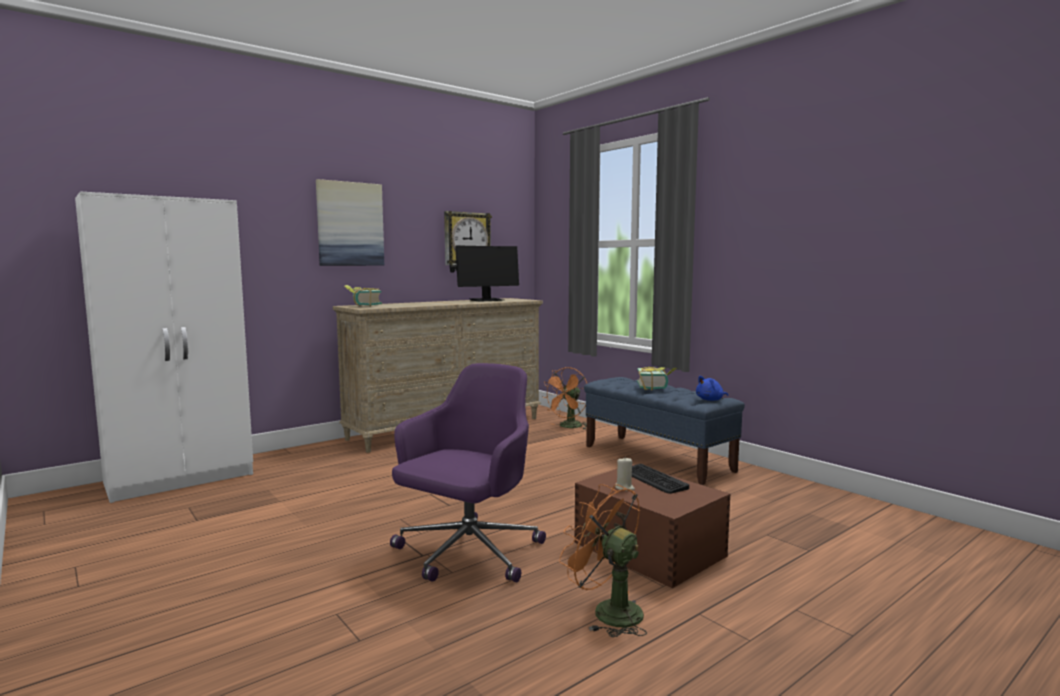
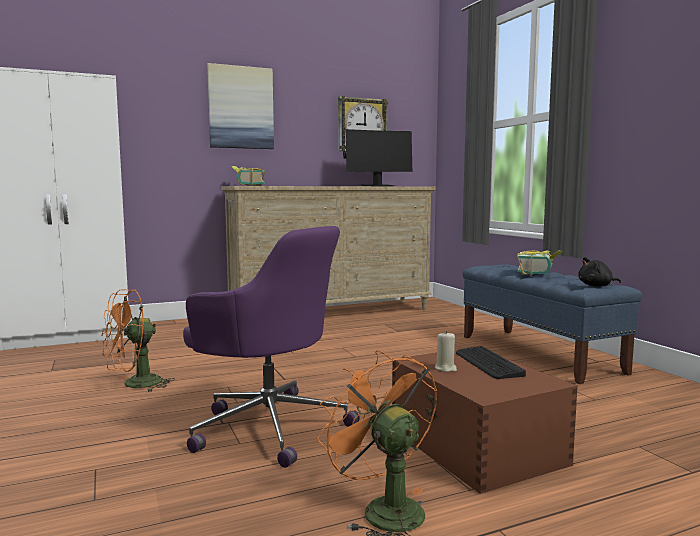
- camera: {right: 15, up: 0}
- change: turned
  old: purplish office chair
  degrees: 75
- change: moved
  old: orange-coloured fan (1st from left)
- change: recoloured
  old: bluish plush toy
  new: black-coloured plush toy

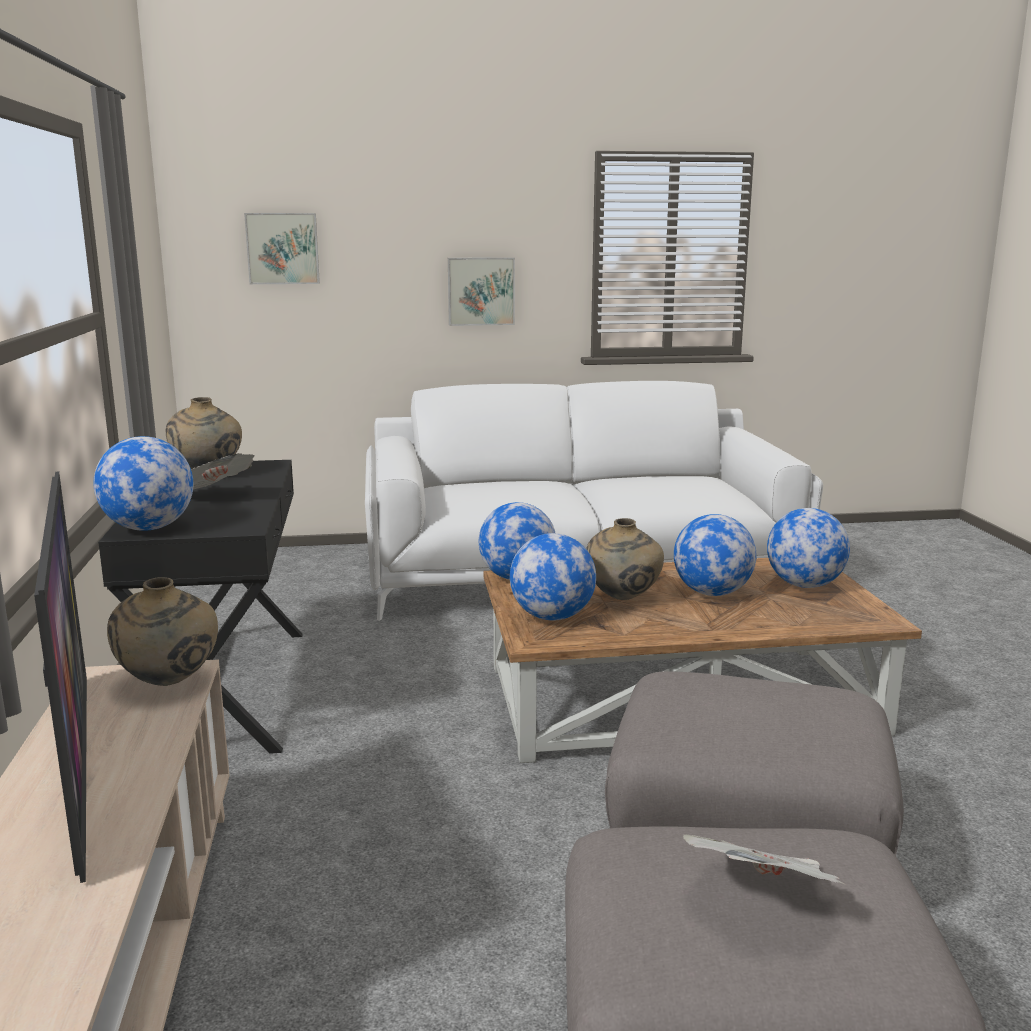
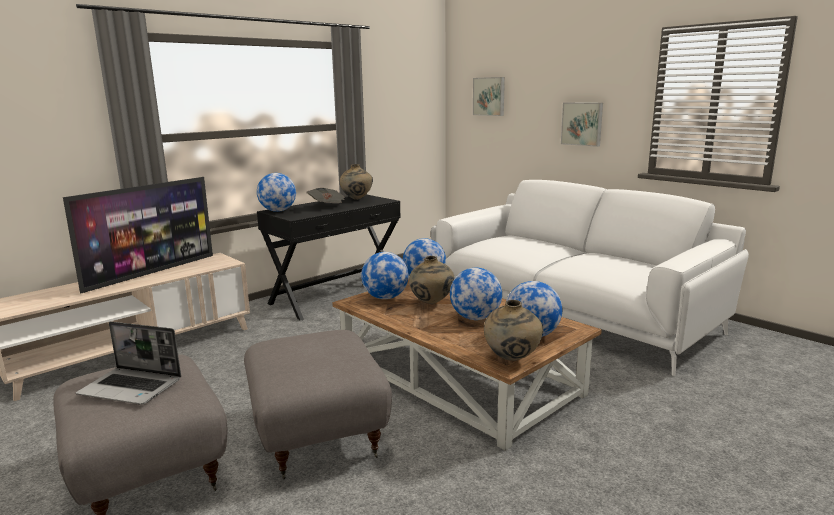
- camera: {right: 55, up: 0}
- change: moved
  old: beige decorative vase (1st from left in the first image)
  new: beige decorative vase (3rd from left)
- change: replaced
  old: daily paper (2nd from left)
  new: portable computer

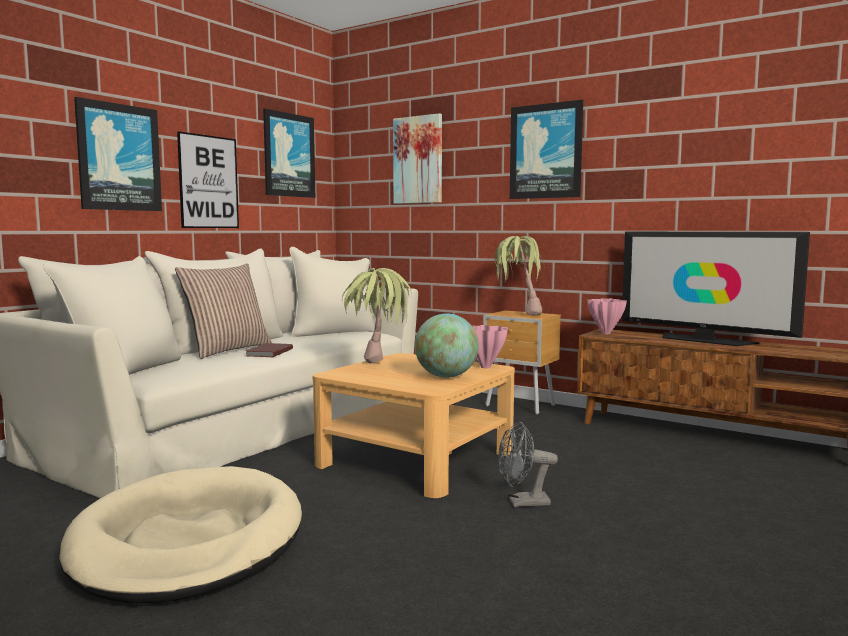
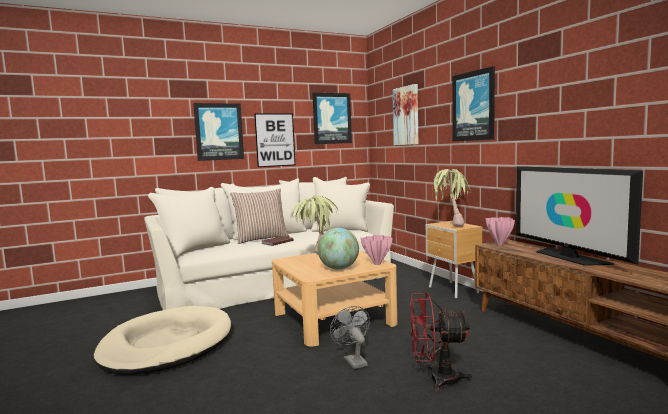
- camera: {right: 30, up: 0}
- change: turned
  old: gray fan
  degrees: 45
- change: added
  new: red fan

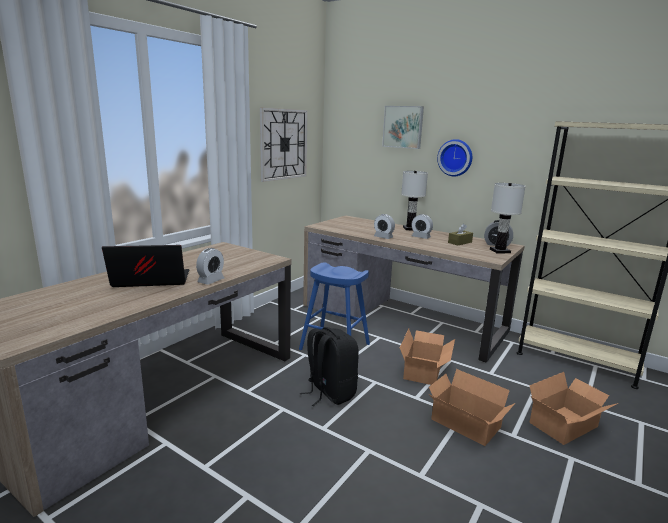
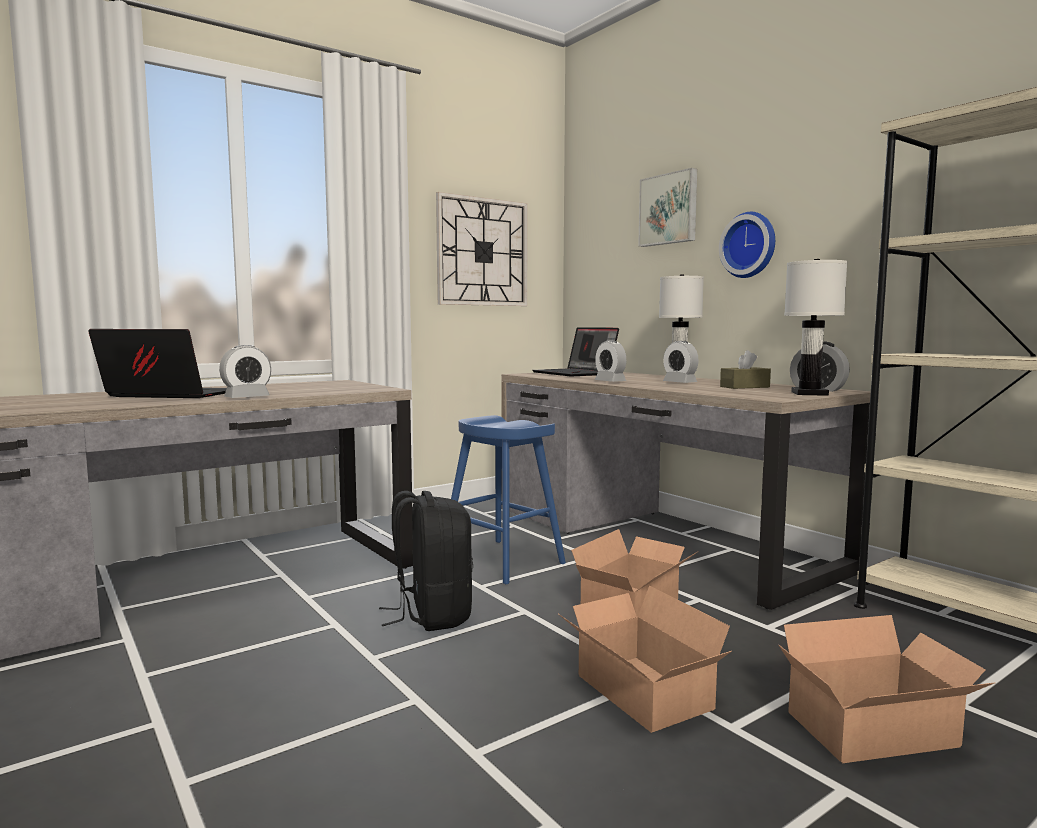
- camera: {right: 20, up: -10}
- change: added
  new: portable computer (2nd from left)

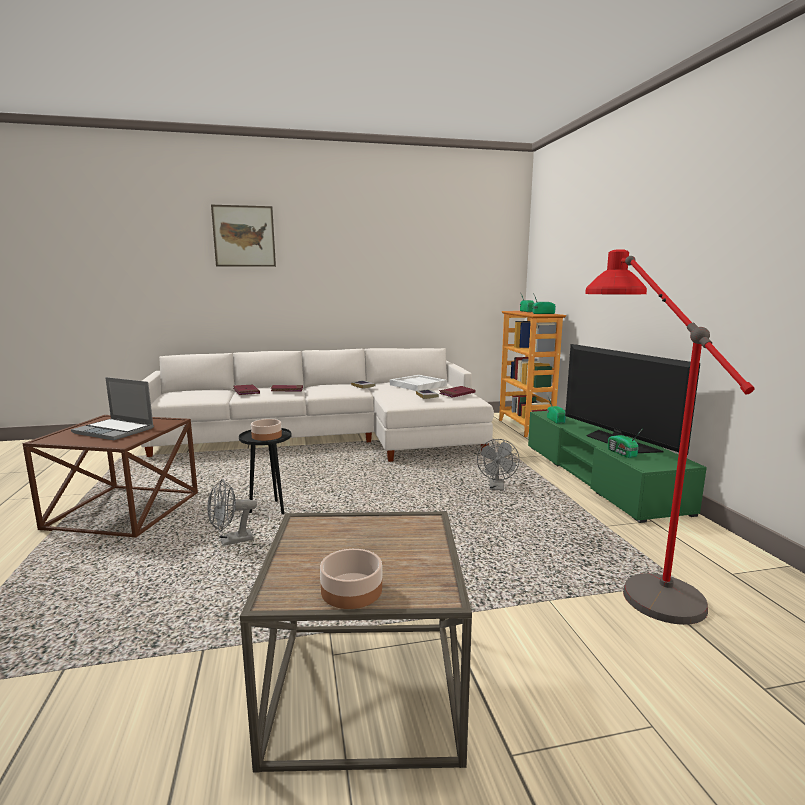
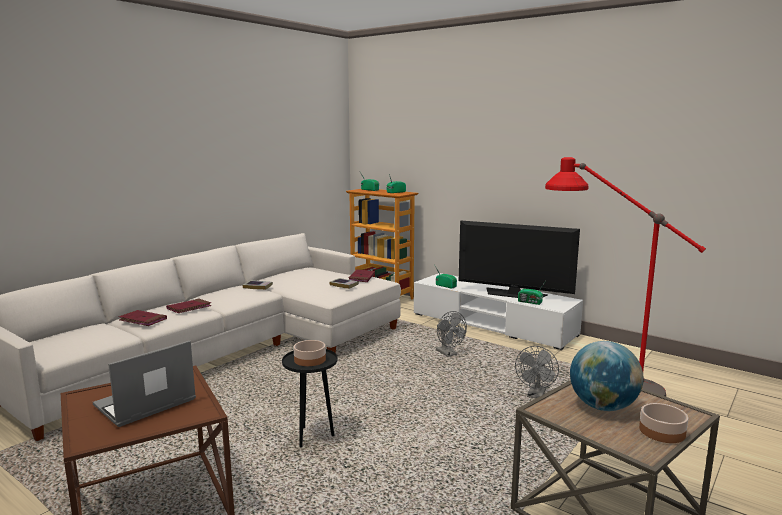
- camera: {right: -40, up: 0}
- change: turned
  old: portable computer
  degrees: 150
- change: moved
  old: gray fan (1st from left in the first image)
  new: gray fan (2nd from left)
- change: removed
  old: picture
- change: removed
  old: white-coloured carrying tray
- change: recoloured
  old: green-coloured media console
  new: white-coloured media console
- change: added
  new: globe

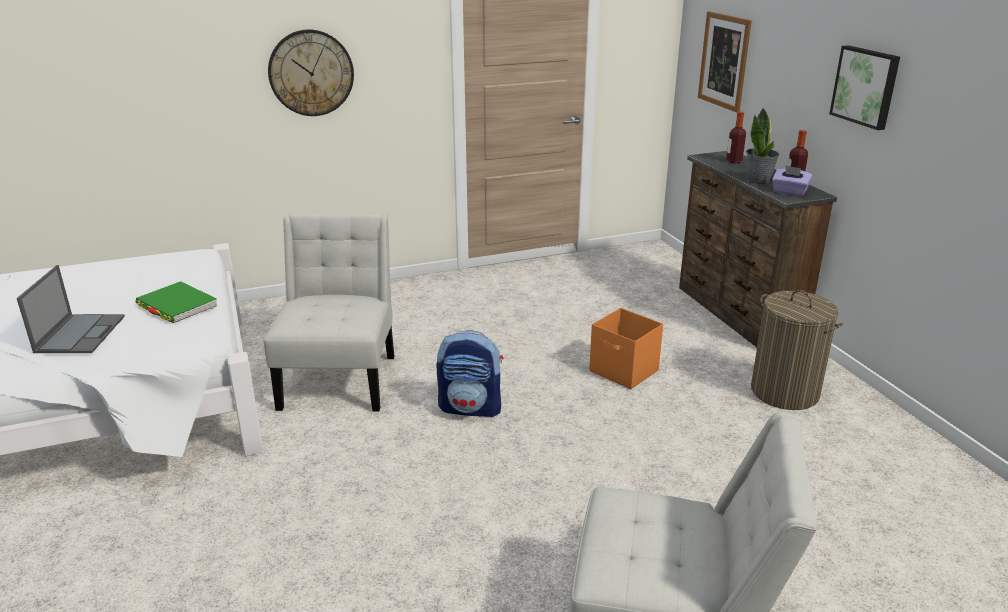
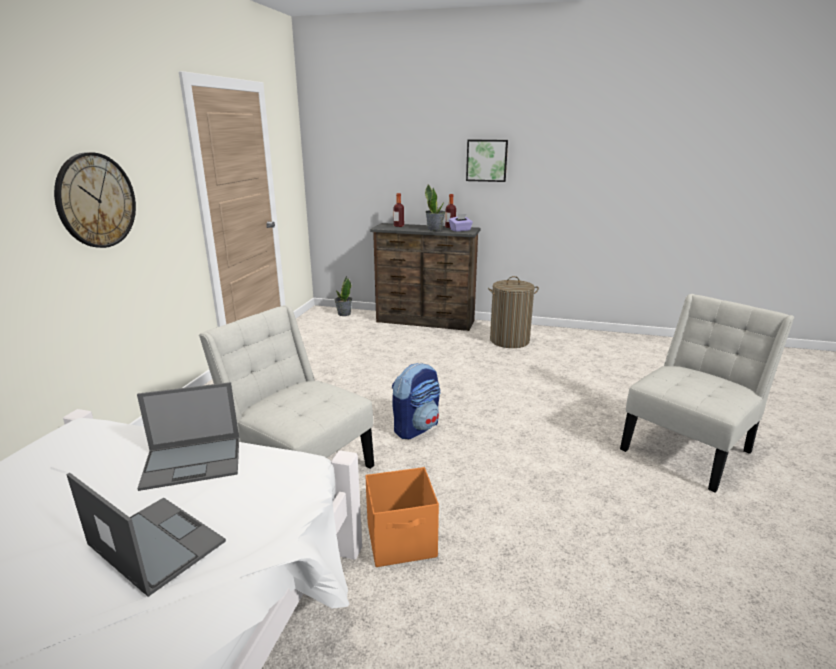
- camera: {right: -55, up: -5}
- change: replaced
  old: green-coloured bound book
  new: portable computer (2nd from left)
- change: moved
  old: orange-coloured storage container
- change: removed
  old: picture (1st from left)
- change: added
  new: potted plant (1st from left)

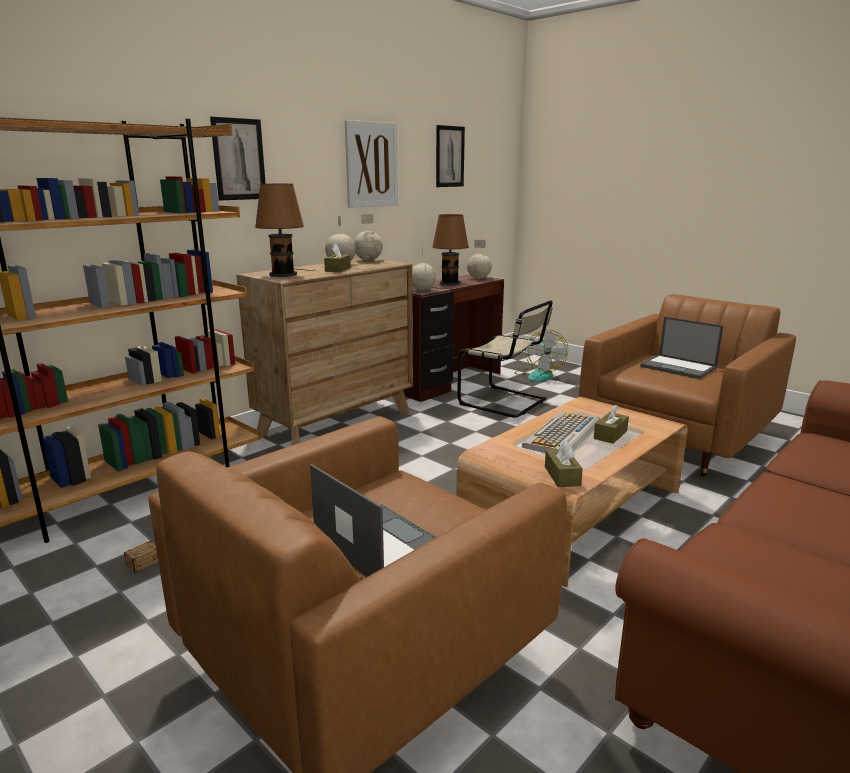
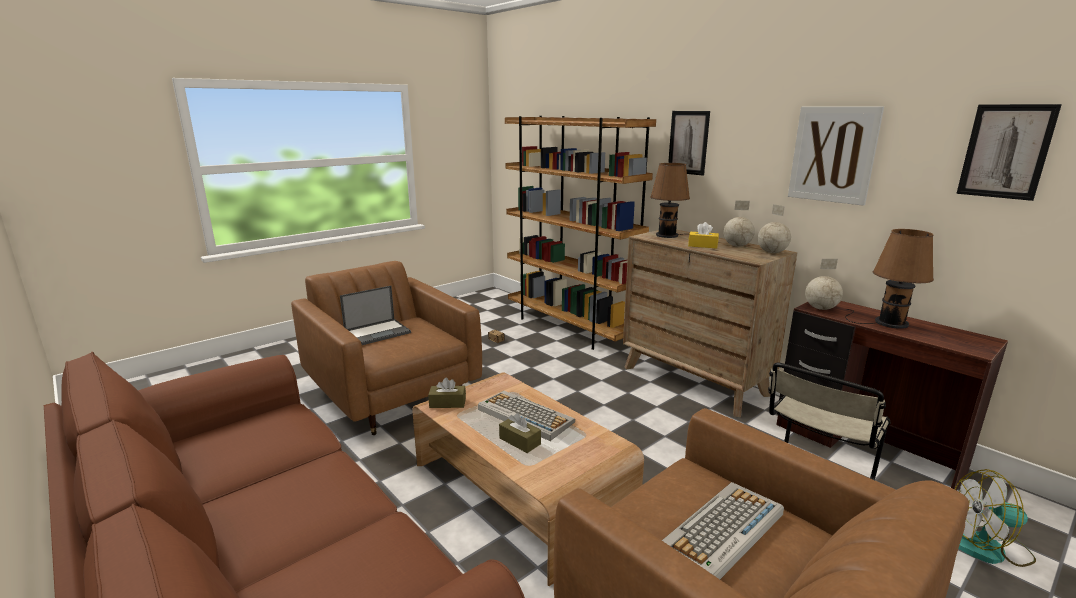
- camera: {right: 95, up: 0}
- change: recoloured
  old: brownish tissue box (1st from left)
  new: yellow tissue box
- change: removed
  old: globe (4th from left)
- change: replaced
  old: portable computer (2nd from left)
  new: PC keyboard (2nd from left)

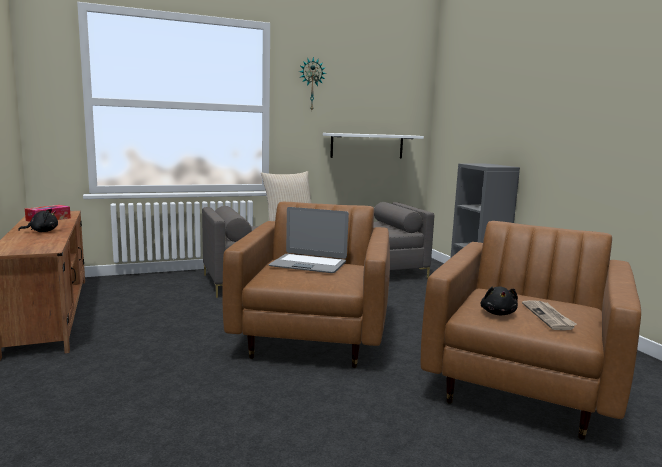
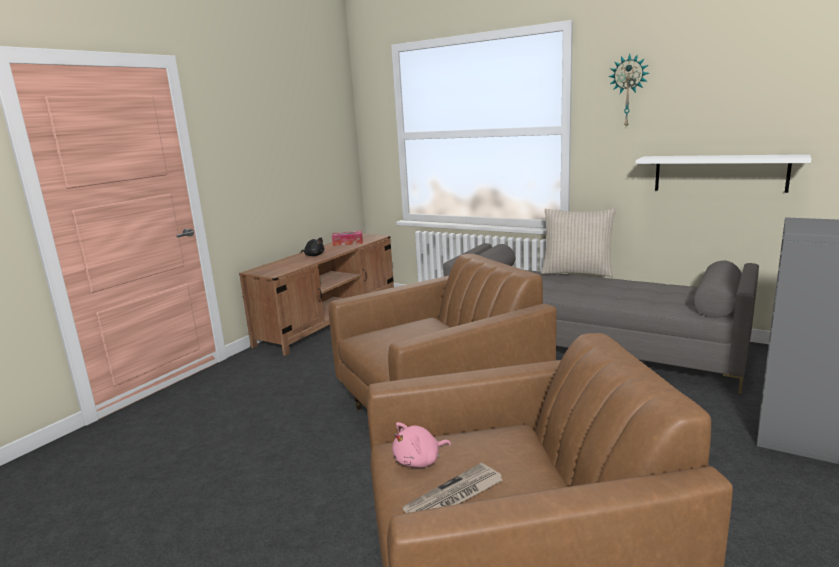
- camera: {right: 55, up: 5}
- change: removed
  old: portable computer
- change: recoloured
  old: black-coloured plush toy (2nd from left)
  new: pinkish plush toy

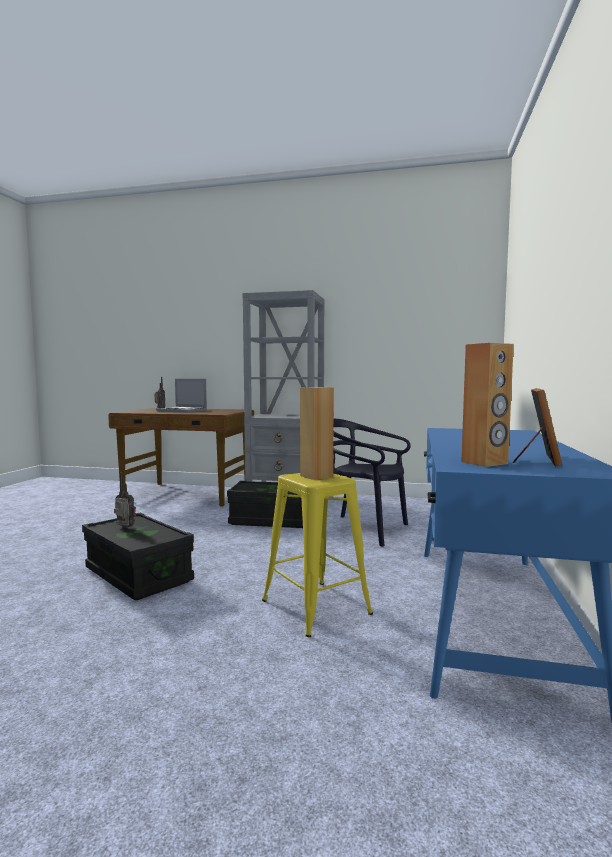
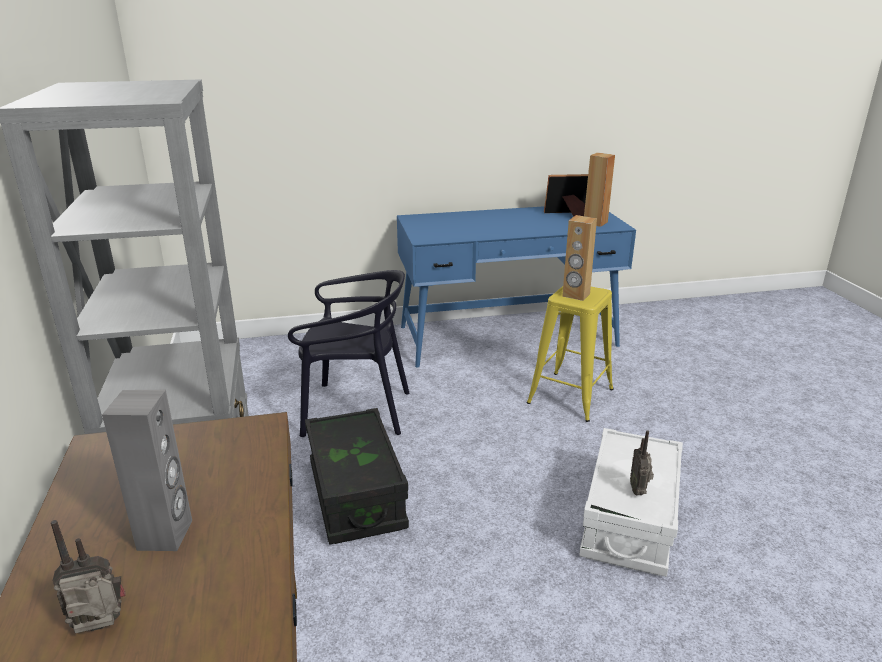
- camera: {right: -115, up: 20}
- change: recoloured
  old: black-coloured storage container (1st from left)
  new: white-coloured storage container
- change: replaced
  old: portable computer
  new: gray audio speaker
- change: turned
  old: black-coloured chair
  degrees: -90

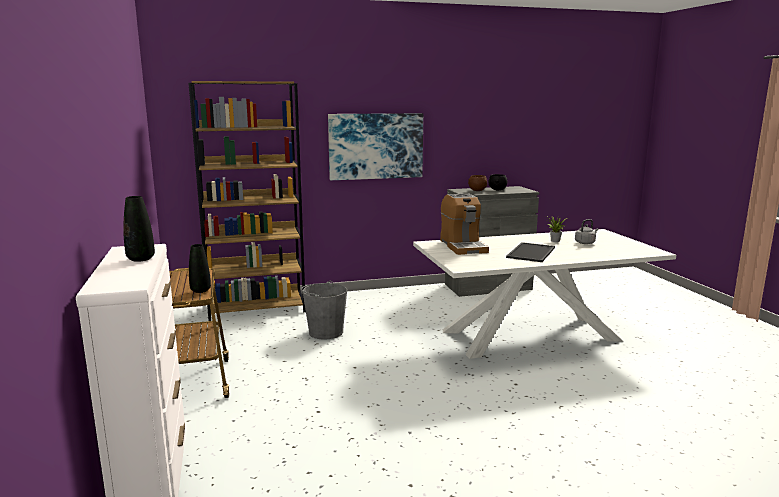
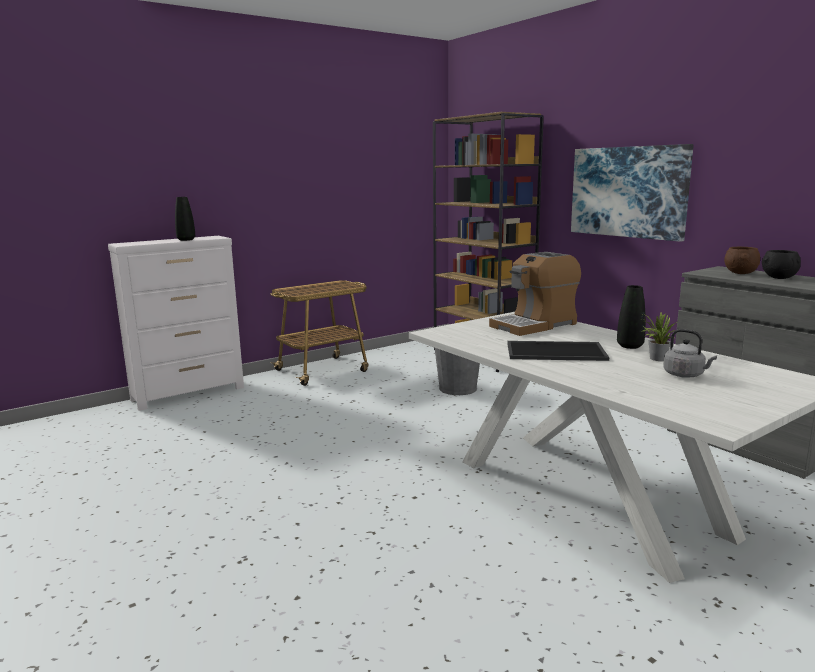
- camera: {right: 70, up: 0}
- change: moved
  old: black-coloured decorative vase (2nd from left)

